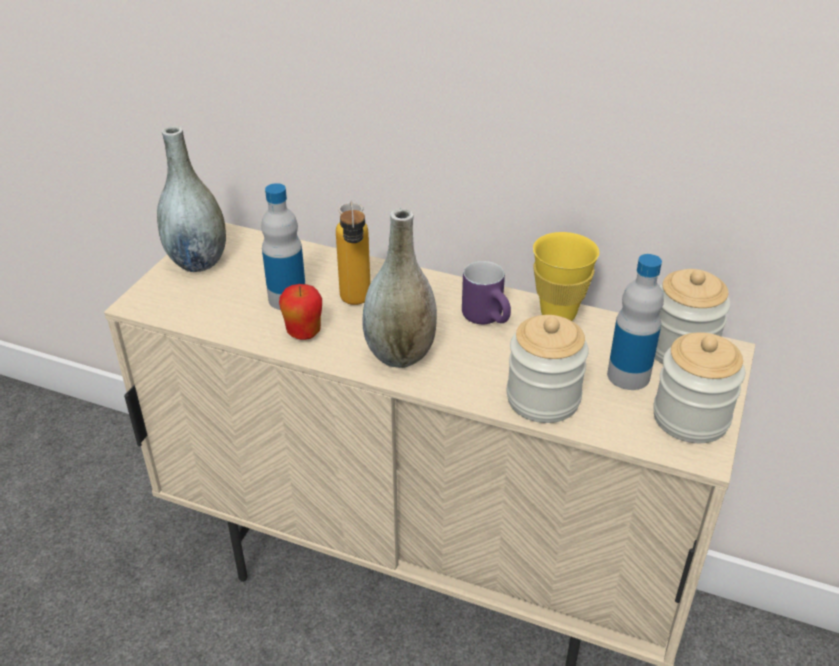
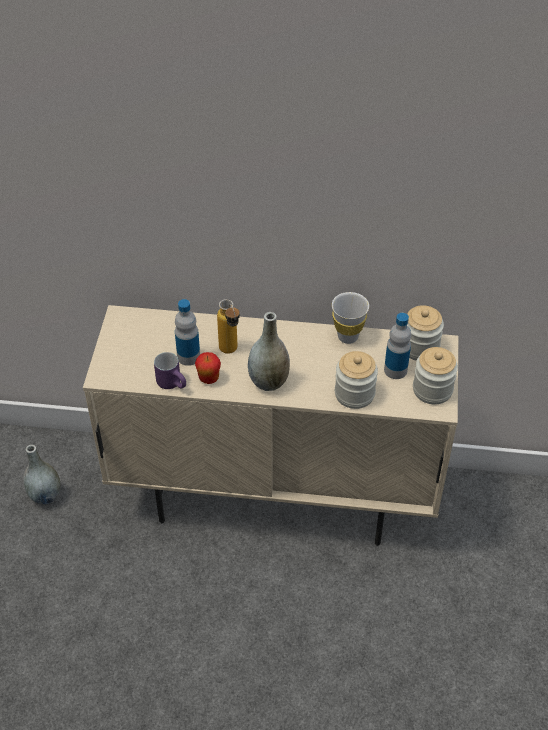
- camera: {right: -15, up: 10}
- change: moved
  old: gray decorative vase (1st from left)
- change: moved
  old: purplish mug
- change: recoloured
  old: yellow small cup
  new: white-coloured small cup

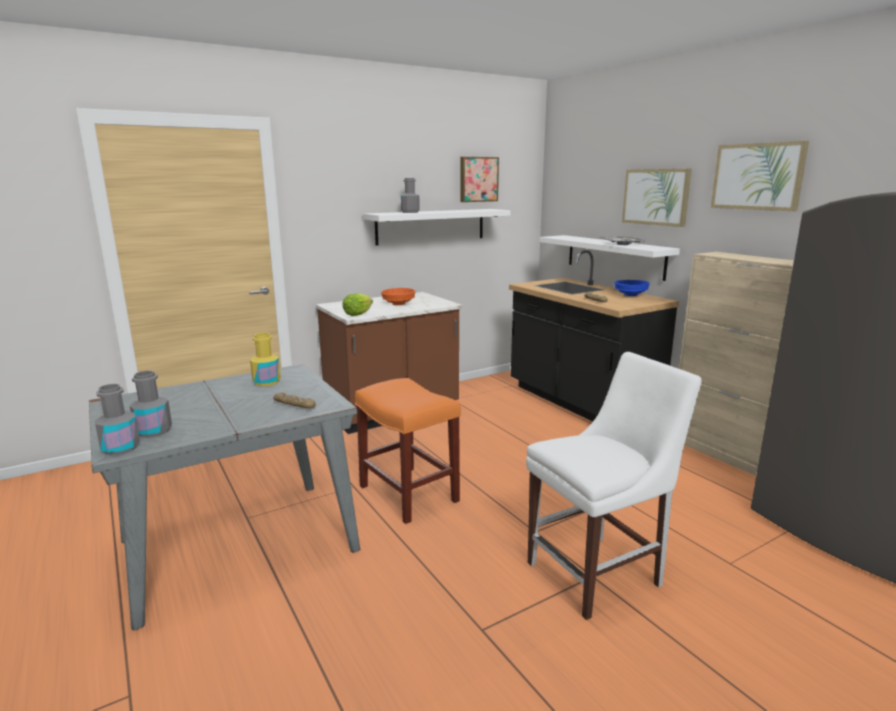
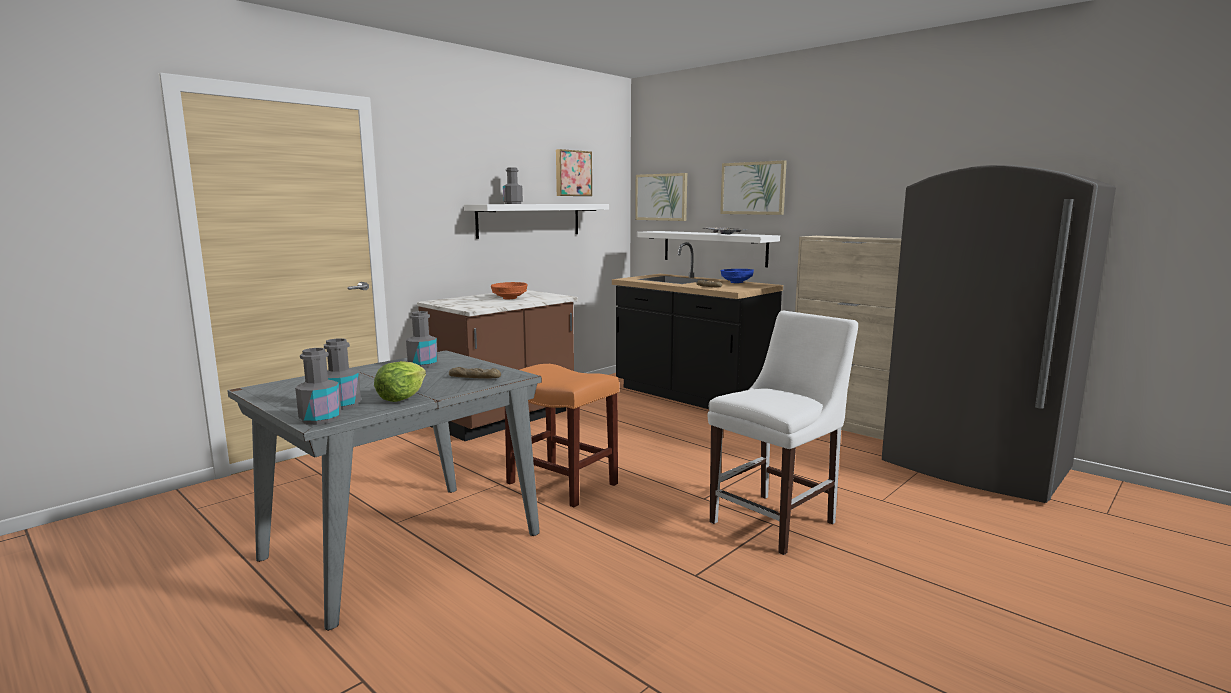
- camera: {right: -15, up: -5}
- change: recoloured
  old: yellow drink bottle
  new: gray drink bottle (3rd from left)
- change: moved
  old: lettuce
- change: moved
  old: picture (3rd from left in the first image)
  new: picture (2nd from left)

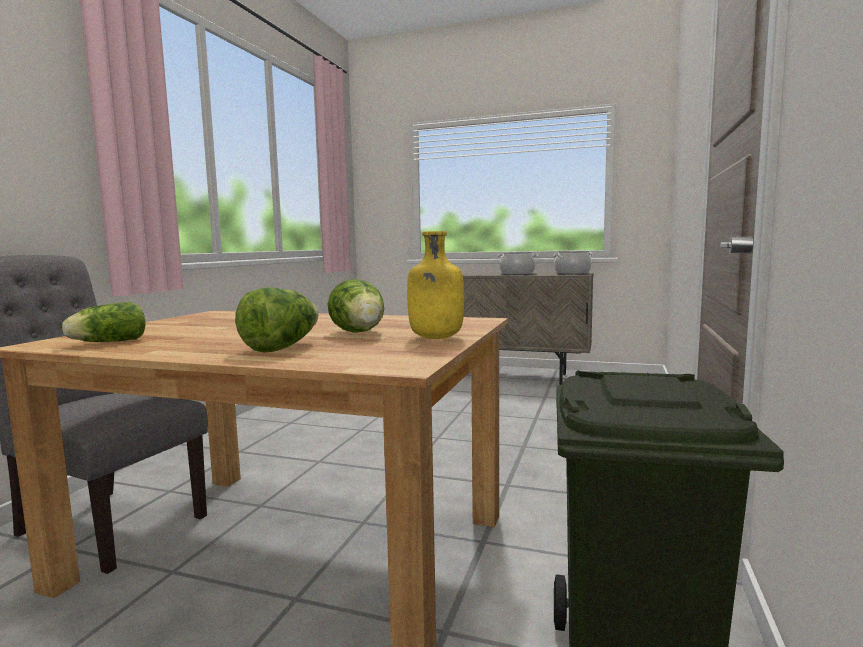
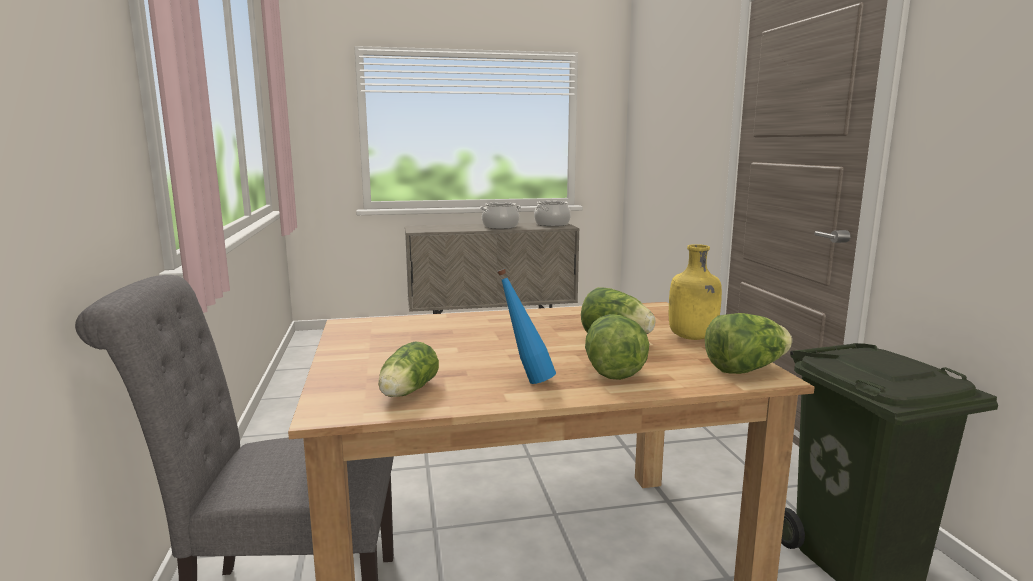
- camera: {right: -30, up: 5}
- change: added
  new: bluish drink bottle
- change: added
  new: lettuce (4th from left)

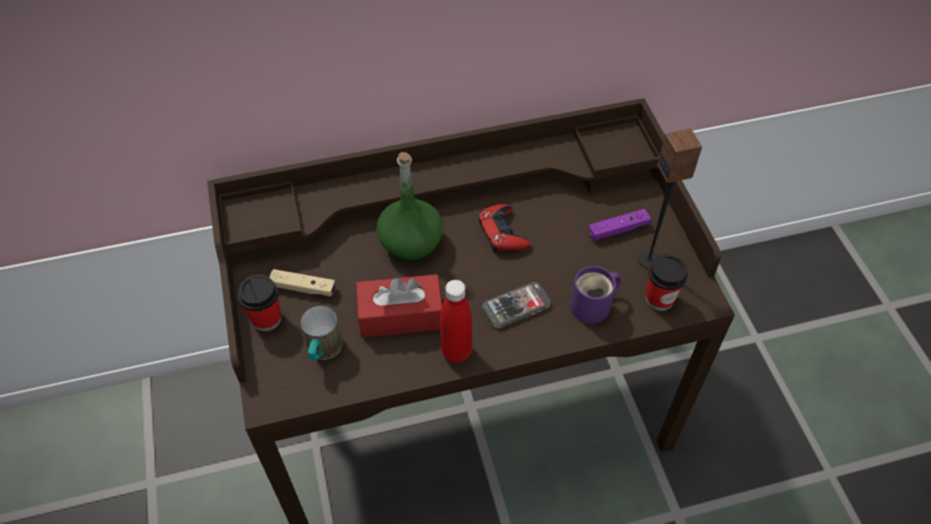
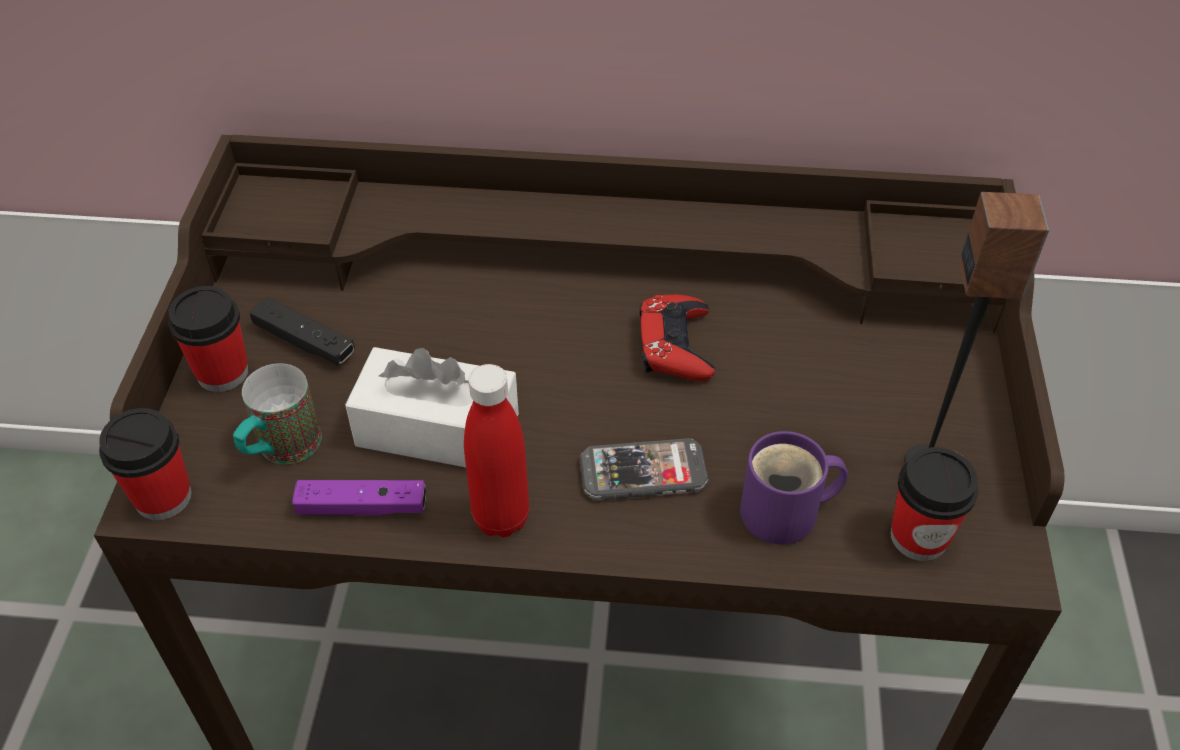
- camera: {right: 20, up: -5}
- change: recoloured
  old: beige joypad
  new: black-coloured joypad
- change: recoloured
  old: red tissue box
  new: white-coloured tissue box
- change: removed
  old: green-coloured drink bottle
- change: moved
  old: purplish joypad
- change: added
  new: small cup (1st from left)

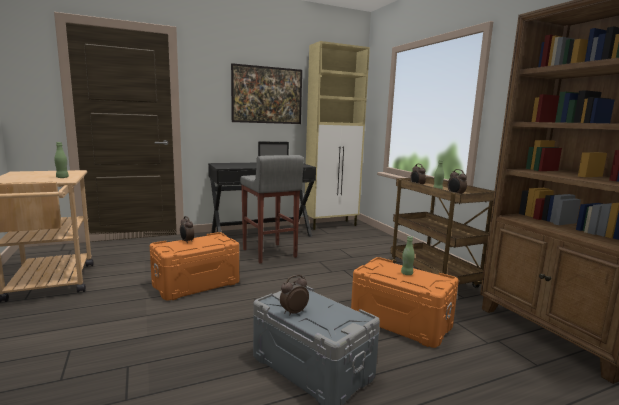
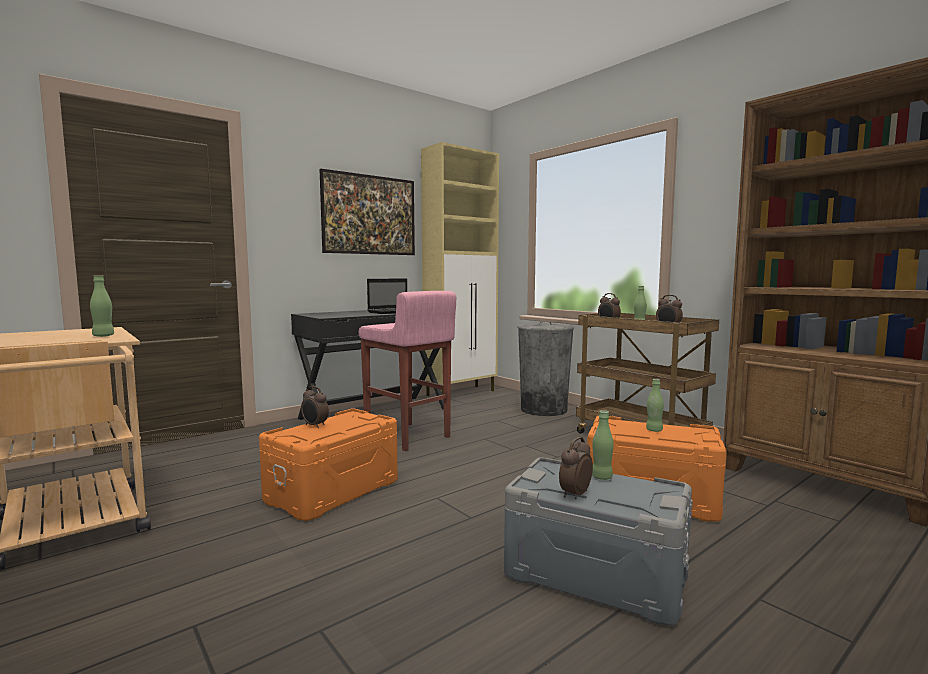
- camera: {right: -15, up: -5}
- change: recoloured
  old: gray sitting stool
  new: pinkish sitting stool
- change: added
  new: gray trash can
- change: added
  new: green-coloured drink bottle (2nd from left)

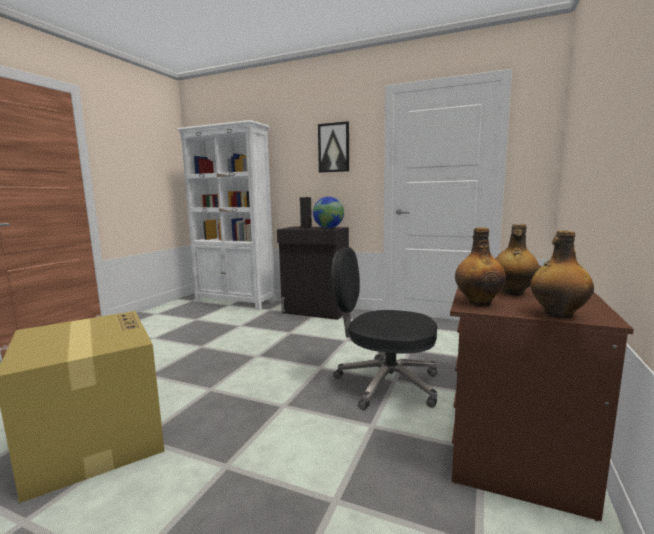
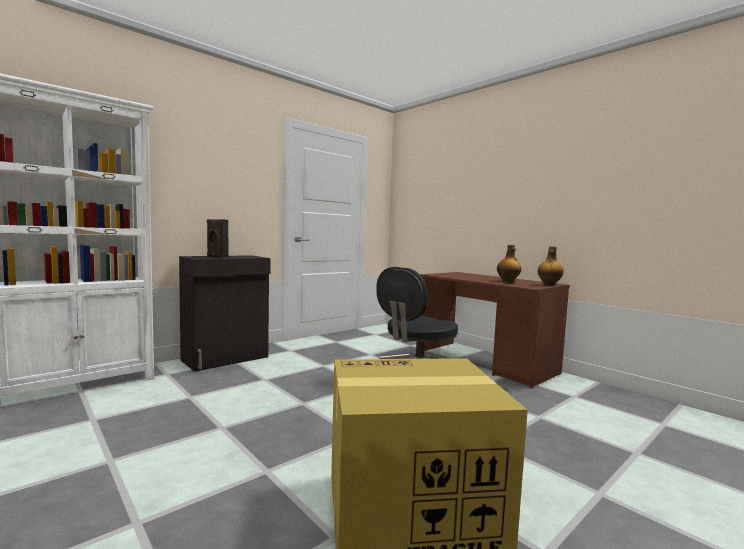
- camera: {right: -65, up: -5}
- change: removed
  old: globe
- change: removed
  old: picture
- change: removed
  old: drink bottle (1st from left)

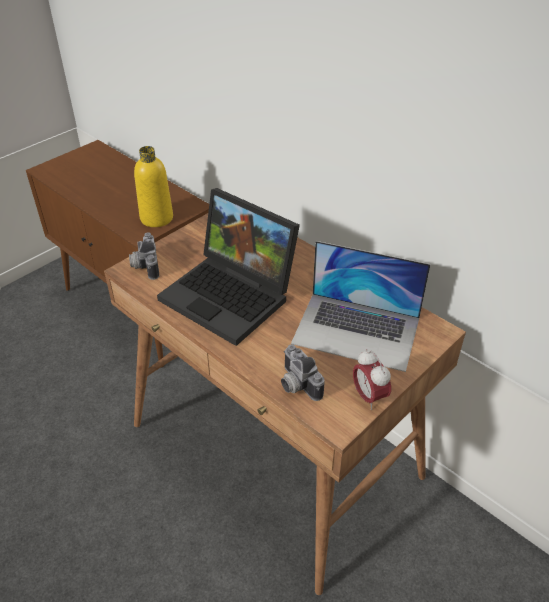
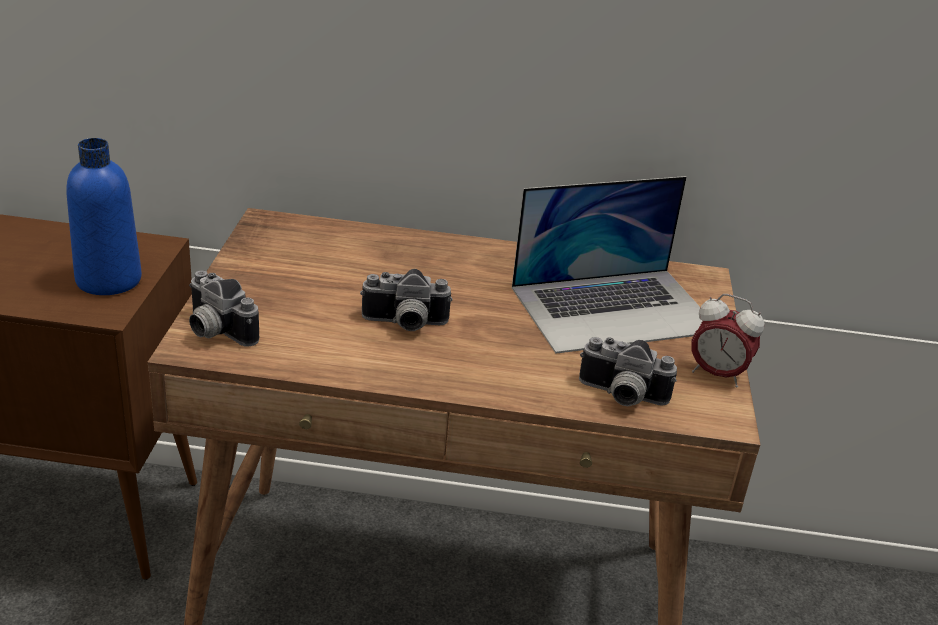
- camera: {right: -40, up: -10}
- change: recoloured
  old: yellow drink bottle
  new: bluish drink bottle
- change: replaced
  old: portable computer (1st from left)
  new: still camera (2nd from left)

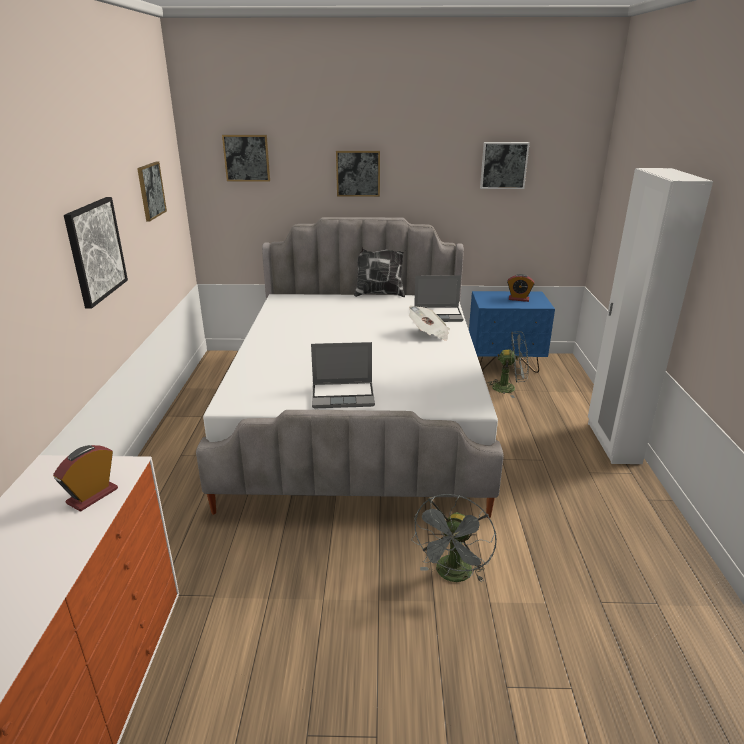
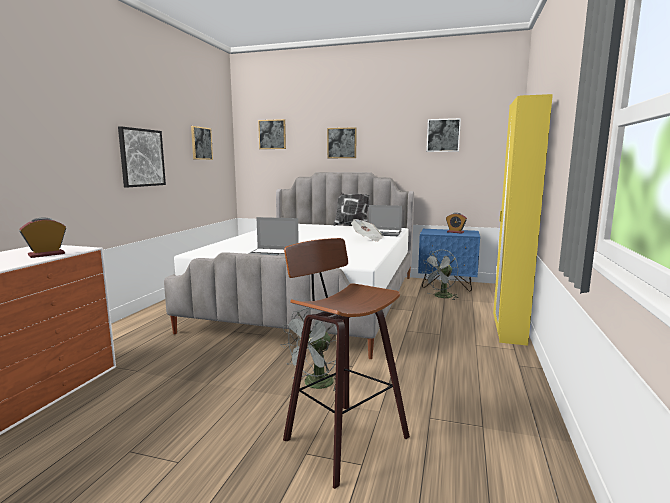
- camera: {right: 15, up: -15}
- change: turned
  old: gray fan (2nd from left)
  degrees: 120
- change: recoloured
  old: white-coloured clothes cupboard
  new: yellow clothes cupboard
- change: added
  new: sitting stool

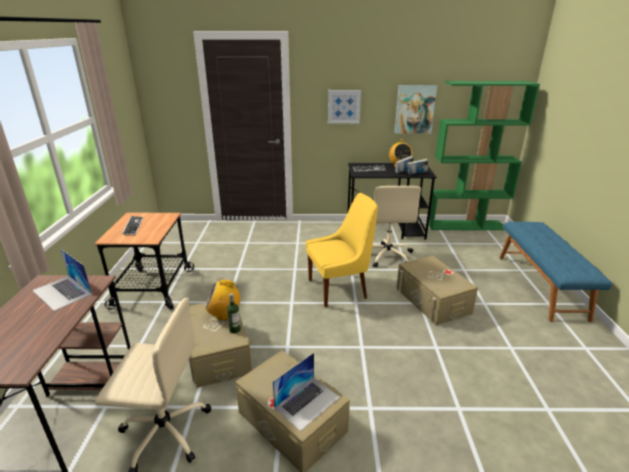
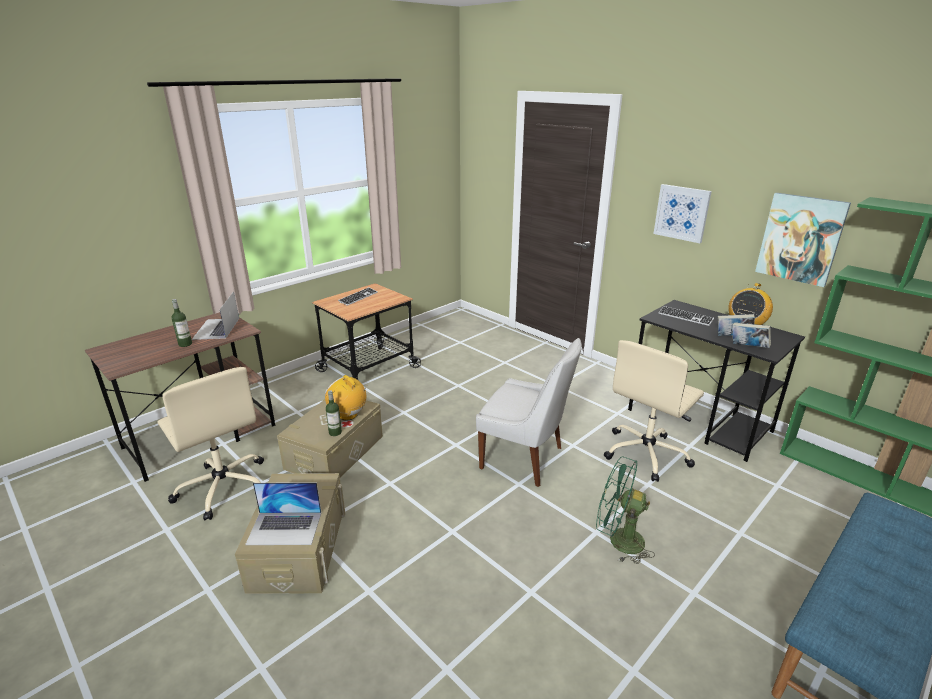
- camera: {right: 45, up: 0}
- change: recoloured
  old: yellow chair
  new: white-coloured chair
- change: replaced
  old: beige storage container (3rd from left)
  new: green-coloured fan
- change: added
  new: drink bottle (1st from left)

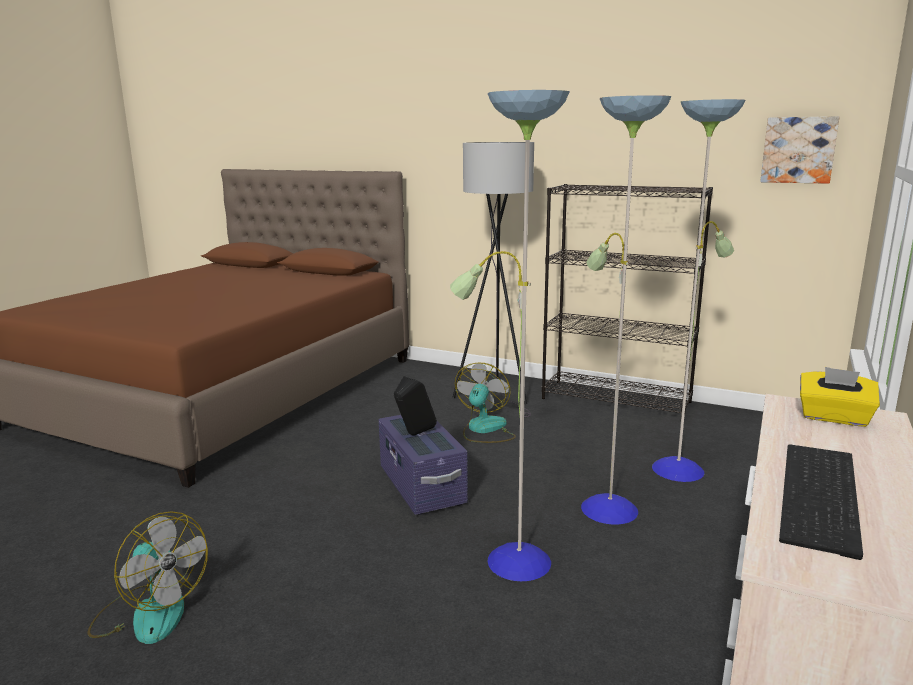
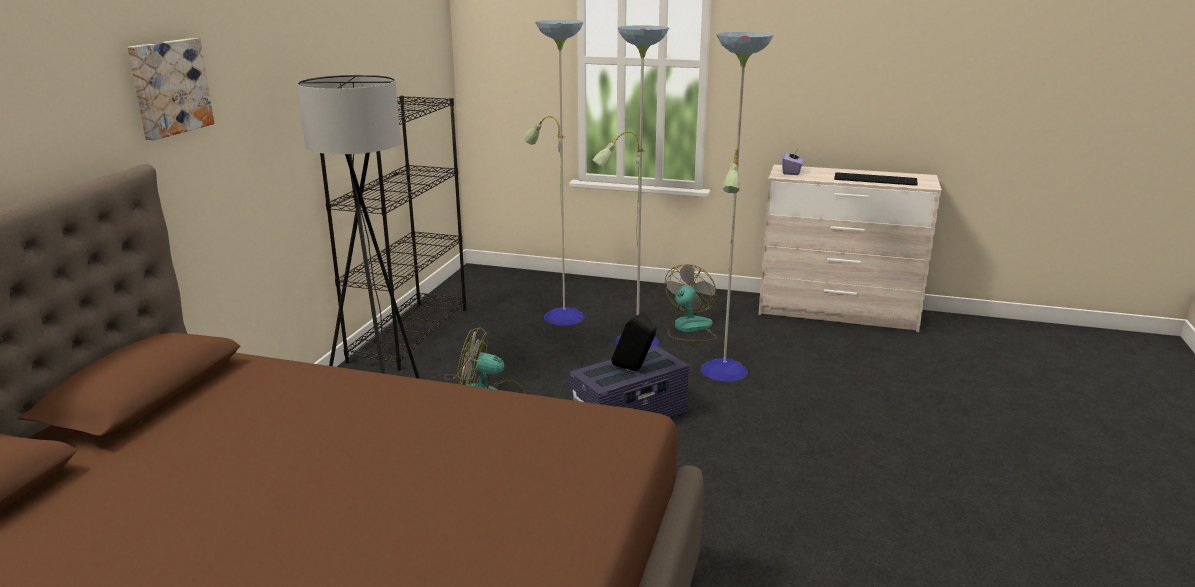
- camera: {right: -100, up: 5}
- change: moved
  old: fan (1st from left in the first image)
  new: fan (2nd from left)
- change: moved
  old: picture
- change: recoloured
  old: yellow tissue box
  new: purplish tissue box

